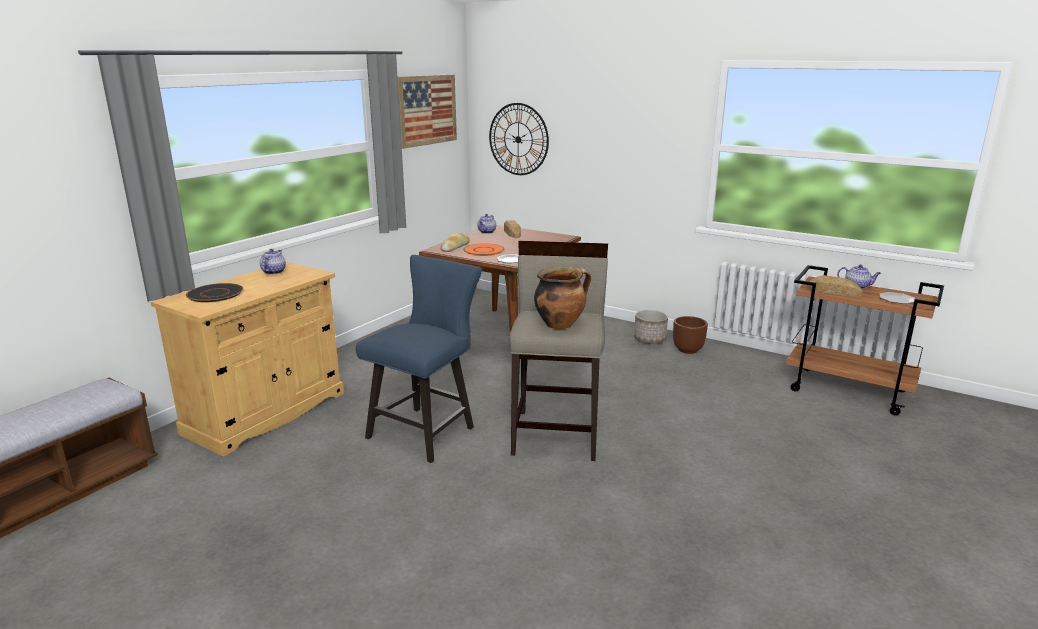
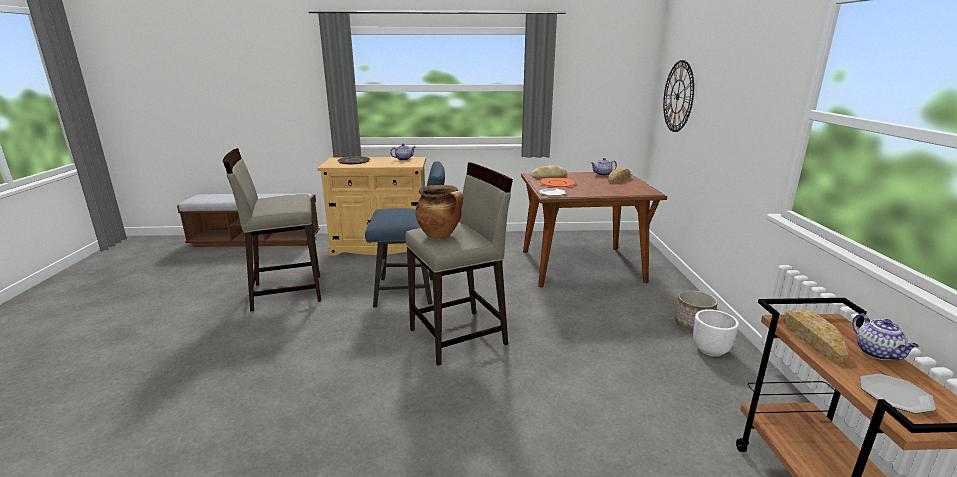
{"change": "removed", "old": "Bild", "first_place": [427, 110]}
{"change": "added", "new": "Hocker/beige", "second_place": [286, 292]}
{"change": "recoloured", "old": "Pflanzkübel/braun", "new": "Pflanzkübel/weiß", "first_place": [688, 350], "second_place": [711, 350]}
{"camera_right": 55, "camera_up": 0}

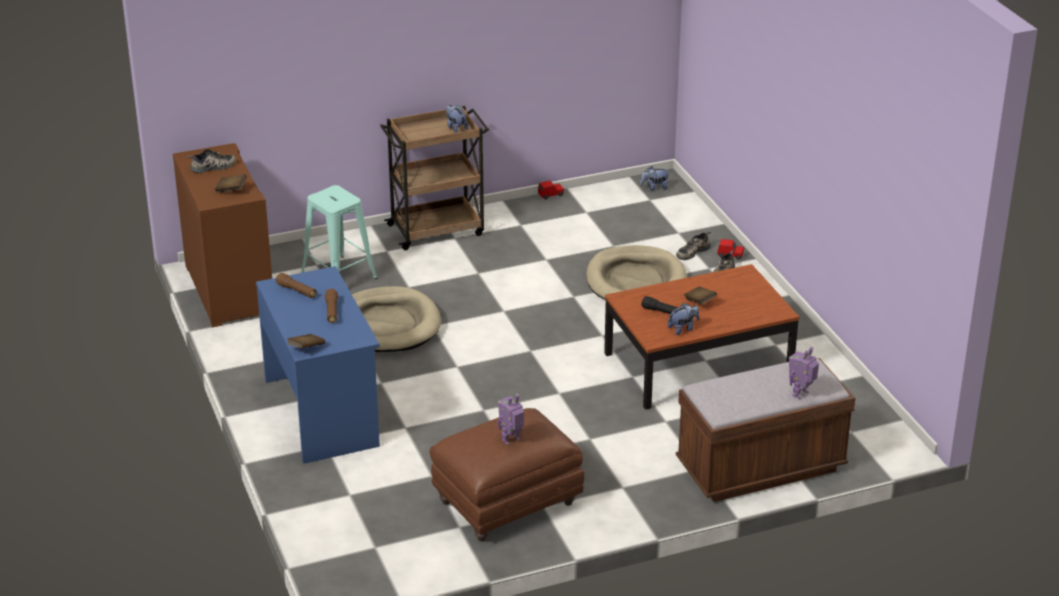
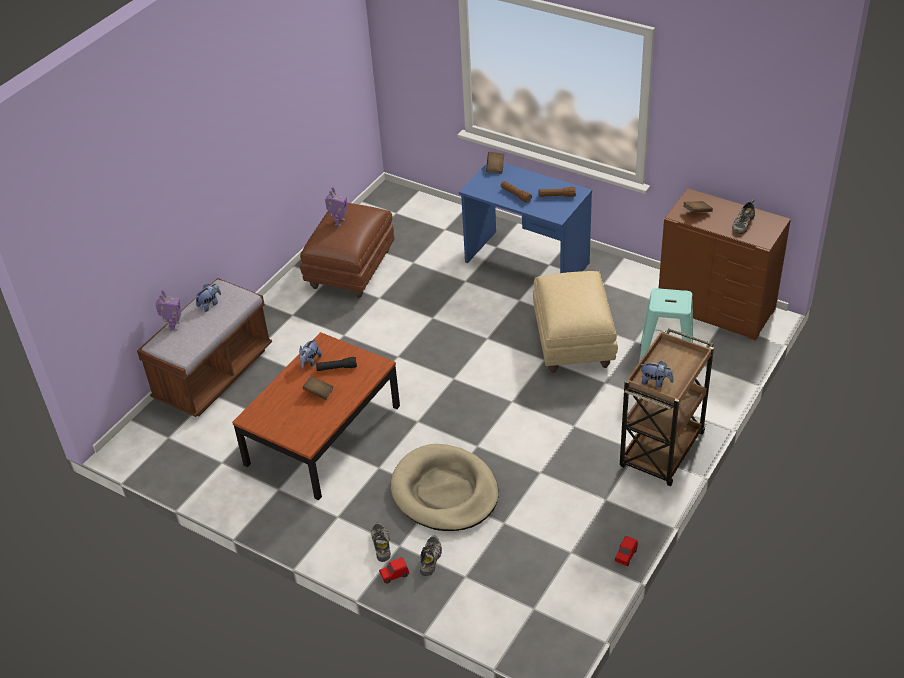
{"change": "moved", "old": "Plüschtier", "first_place": [654, 188], "second_place": [210, 304]}
{"change": "replaced", "old": "Hundebett/beige", "new": "Polsterhocker/beige", "first_place": [388, 325], "second_place": [574, 343]}
{"camera_right": 145, "camera_up": 10}

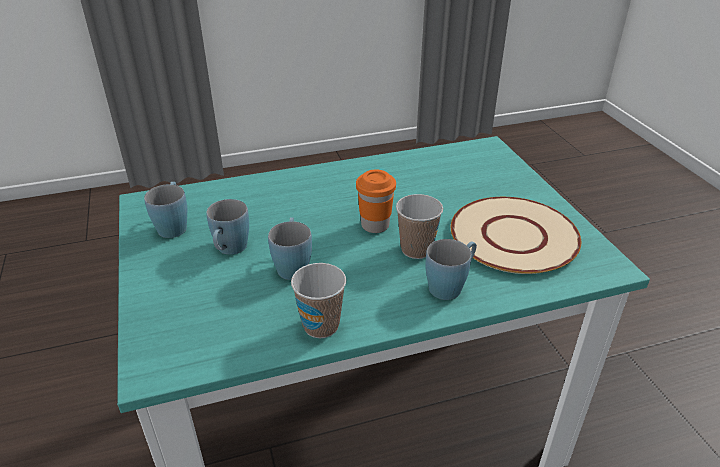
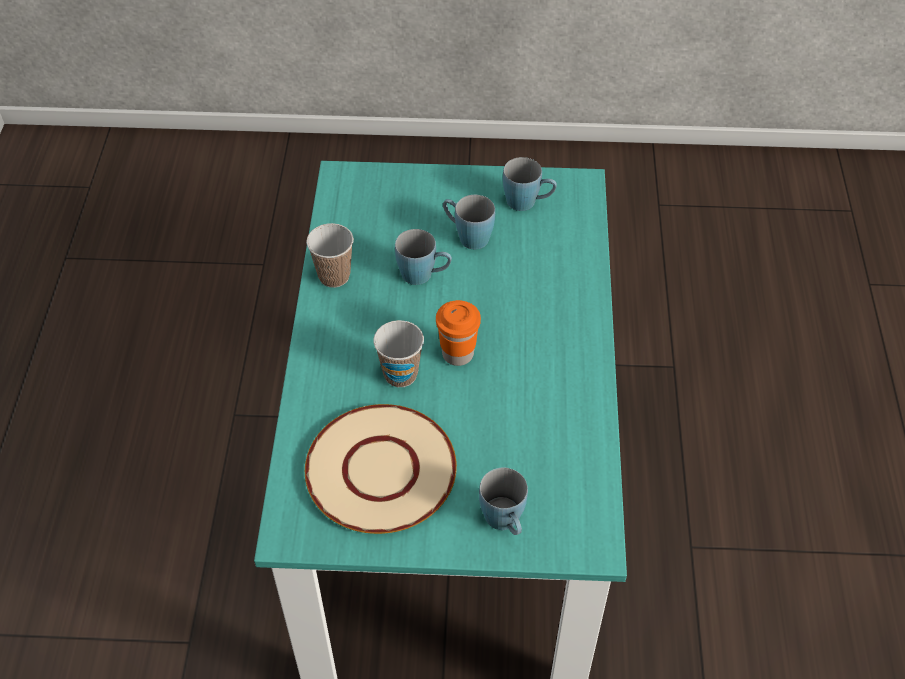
{"change": "moved", "old": "Henkelbecher/blau", "first_place": [450, 285], "second_place": [505, 522]}
{"camera_right": 110, "camera_up": 15}

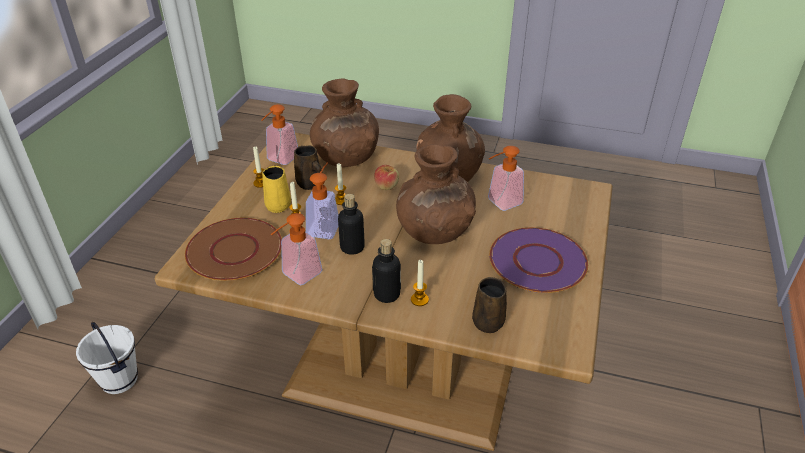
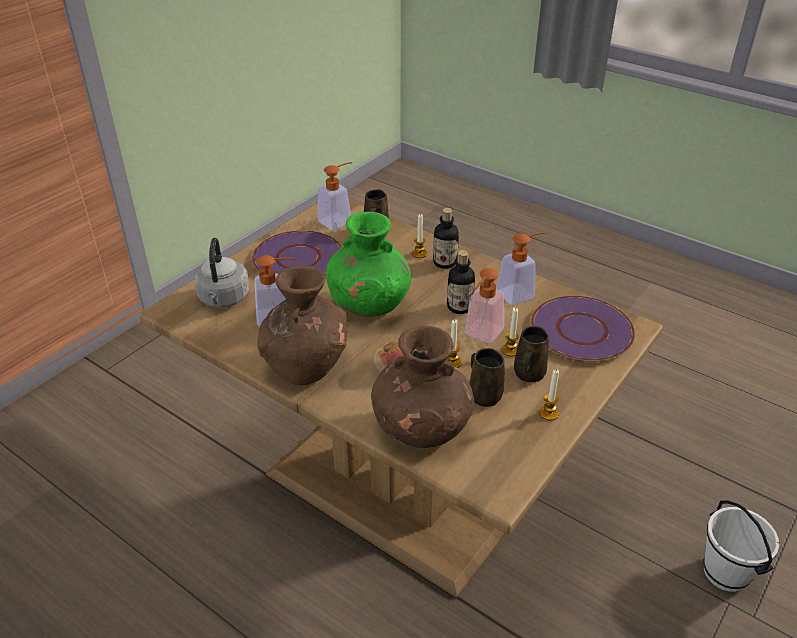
{"change": "added", "new": "Wasserkessel/grau", "second_place": [224, 299]}
{"change": "moved", "old": "Seifenspender", "first_place": [280, 160], "second_place": [339, 220]}
{"change": "recoloured", "old": "Teller/braun", "new": "Teller/lila", "first_place": [234, 250], "second_place": [582, 331]}
{"change": "recoloured", "old": "Henkelbecher/gelb", "new": "Henkelbecher/braun", "first_place": [279, 205], "second_place": [528, 374]}
{"change": "recoloured", "old": "Vase/braun", "new": "Vase/grün", "first_place": [434, 231], "second_place": [369, 304]}
{"camera_right": -160, "camera_up": 0}

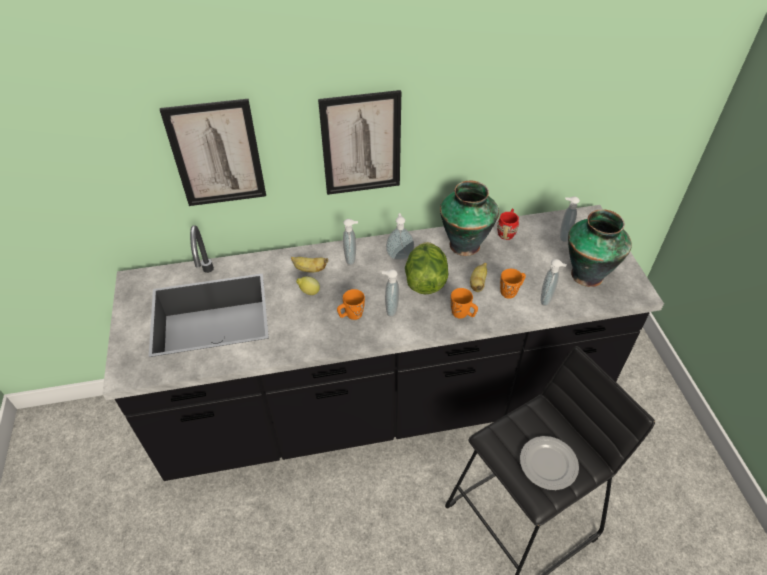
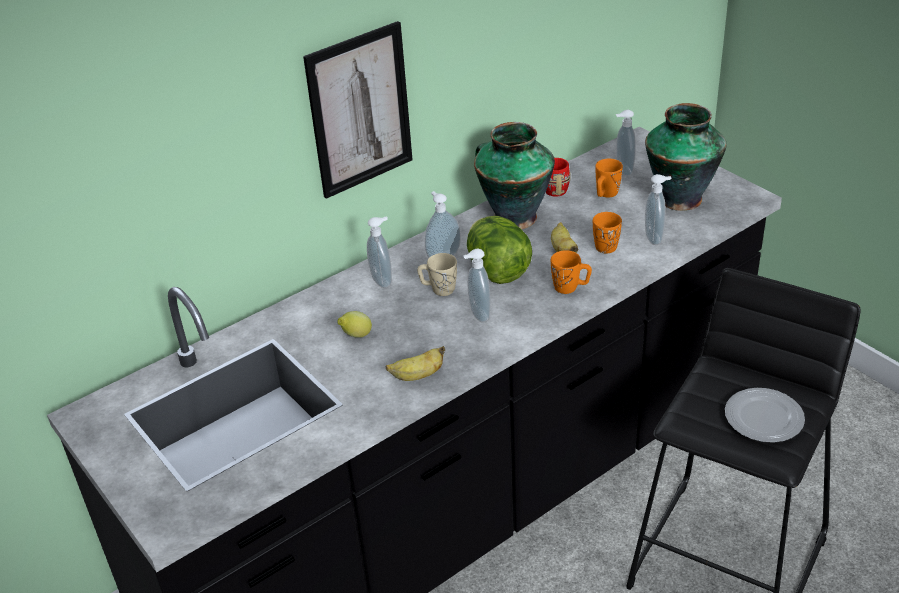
{"change": "removed", "old": "Bild", "first_place": [217, 154]}
{"change": "added", "new": "Henkelbecher/beige", "second_place": [438, 289]}
{"change": "moved", "old": "Banane", "first_place": [309, 269], "second_place": [417, 376]}
{"change": "moved", "old": "Henkelbecher/orange", "first_place": [351, 315], "second_place": [605, 194]}
{"camera_right": -25, "camera_up": -10}

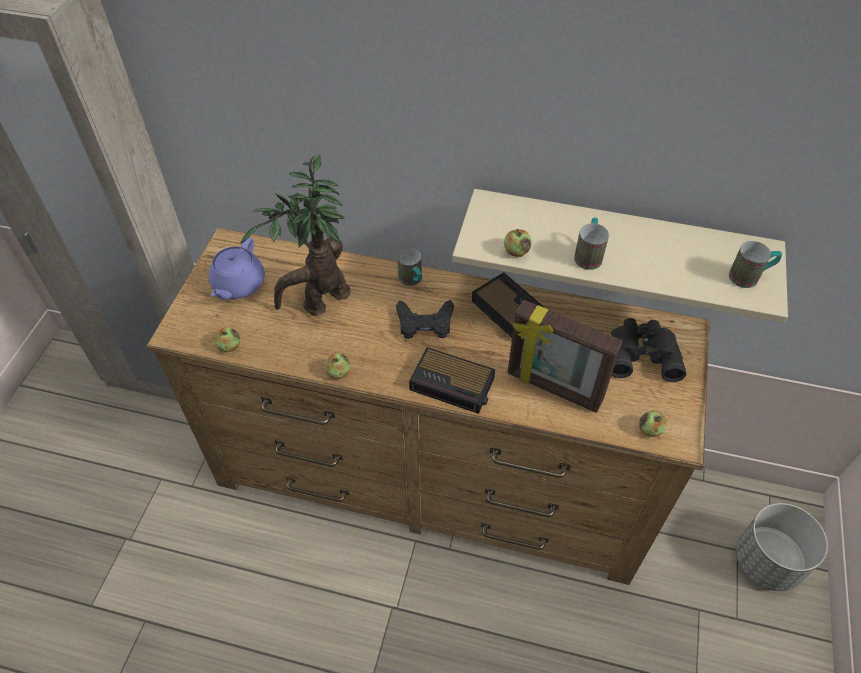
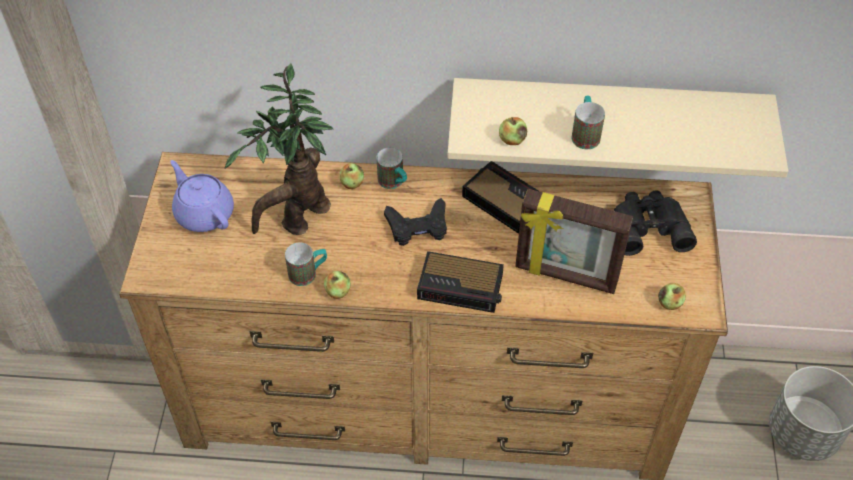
{"change": "moved", "old": "Apfel", "first_place": [229, 346], "second_place": [352, 183]}
{"change": "moved", "old": "Henkelbecher", "first_place": [749, 277], "second_place": [308, 273]}
{"change": "turned", "old": "Teekanne/lila", "first_place": [238, 285], "second_place": [204, 213], "degrees": 135}
{"camera_right": -10, "camera_up": 0}

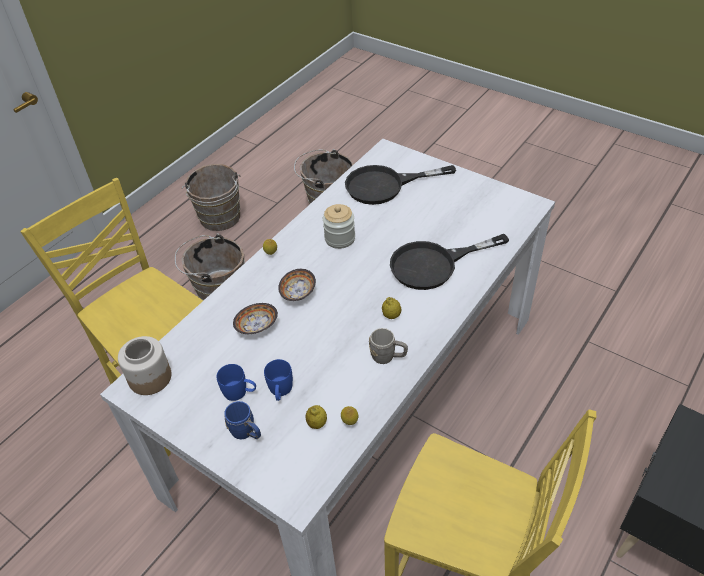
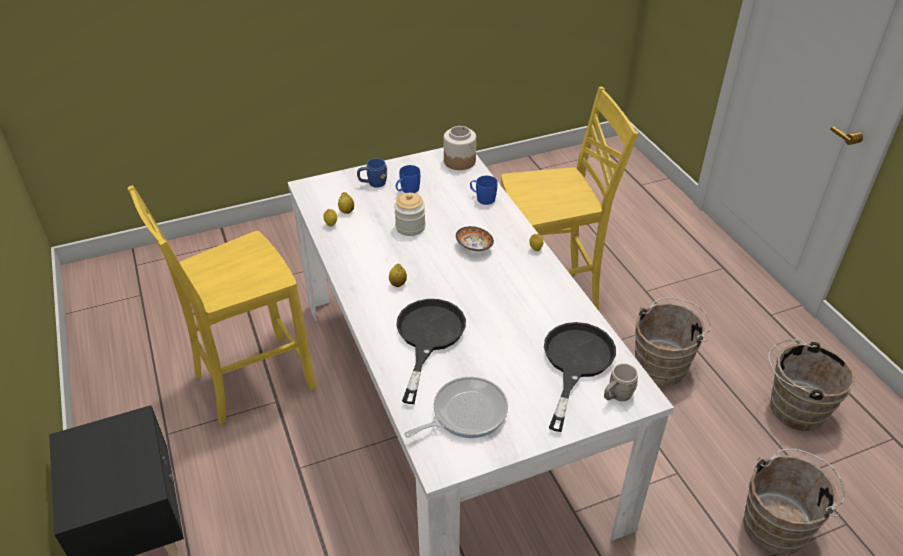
{"change": "removed", "old": "Schüssel", "first_place": [258, 326]}
{"change": "added", "new": "Pfanne", "second_place": [465, 413]}
{"change": "moved", "old": "Henkelbecher/blau", "first_place": [280, 391], "second_place": [482, 198]}
{"change": "moved", "old": "Vorratsglas", "first_place": [340, 238], "second_place": [410, 227]}
{"change": "moved", "old": "Henkelbecher/grau", "first_place": [388, 357], "second_place": [616, 396]}
{"camera_right": 120, "camera_up": -5}

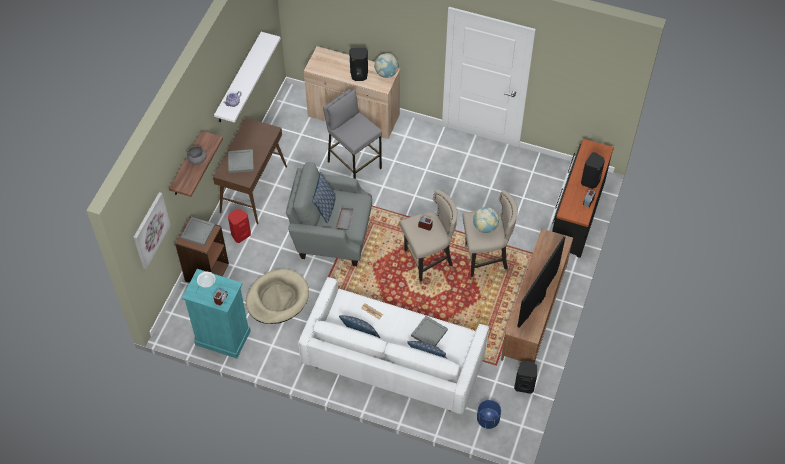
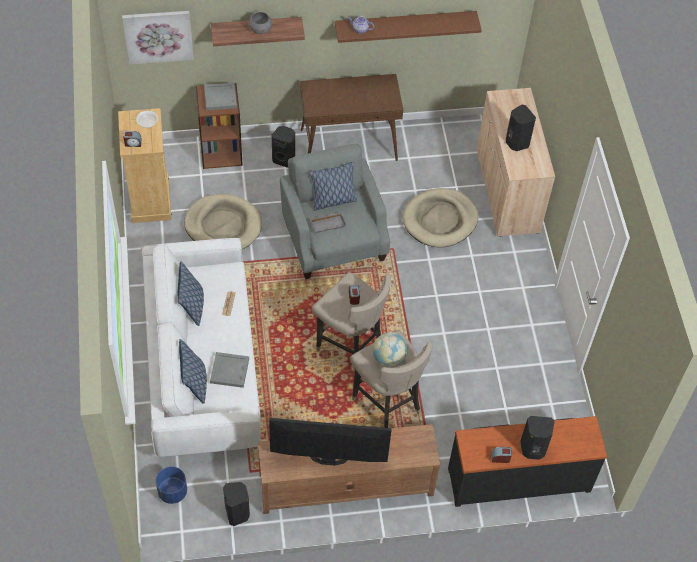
{"change": "removed", "old": "Tablett/grau", "first_place": [240, 161]}
{"change": "removed", "old": "Globus", "first_place": [386, 73]}
{"change": "replaced", "old": "Hocker/grau", "new": "Hundebett/beige", "first_place": [354, 165], "second_place": [440, 220]}
{"change": "recoloured", "old": "Kommode/türkis", "new": "Kommode/beige", "first_place": [222, 337], "second_place": [150, 200]}
{"change": "recoloured", "old": "Wandregal/weiß", "new": "Wandregal/braun", "first_place": [239, 78], "second_place": [405, 24]}
{"change": "recoloured", "old": "Lautsprecher/rot", "new": "Lautsprecher/schwarz", "first_place": [240, 234], "second_place": [284, 159]}
{"camera_right": 60, "camera_up": 0}

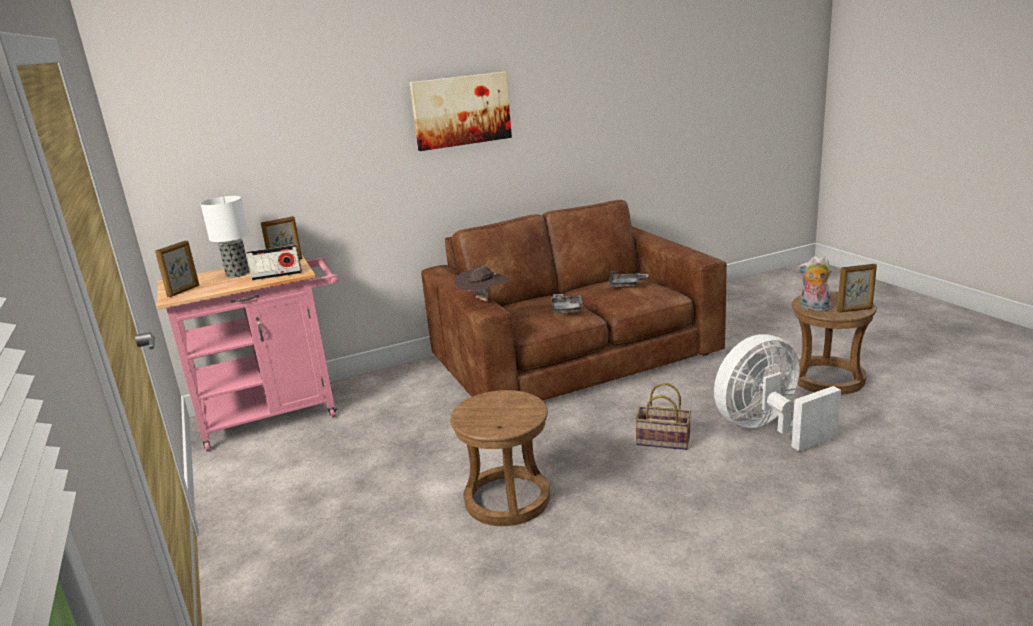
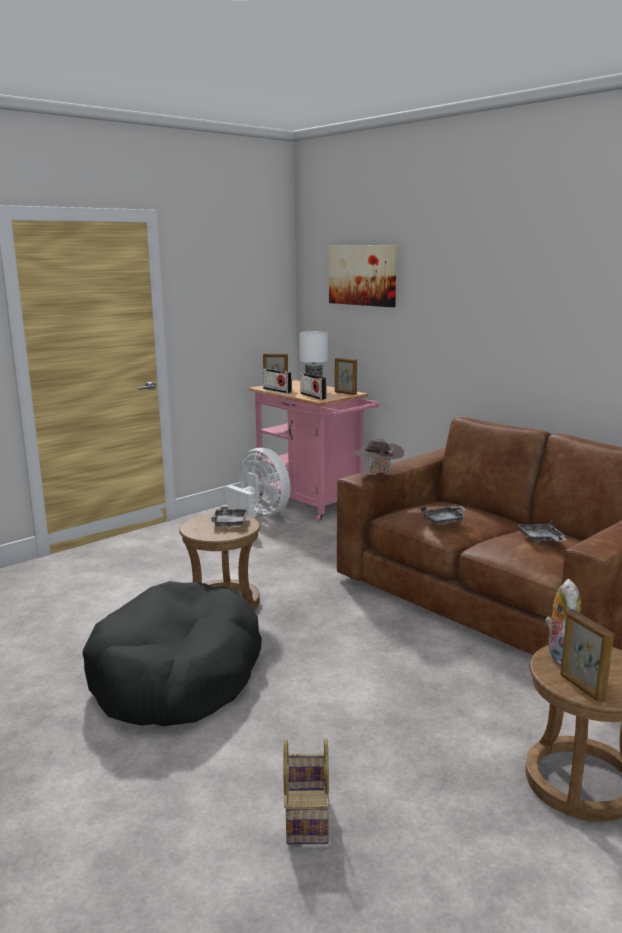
{"change": "added", "new": "Hundebett/schwarz", "second_place": [177, 675]}
{"change": "added", "new": "Tablett/grau", "second_place": [230, 522]}
{"change": "added", "new": "Radio", "second_place": [277, 390]}
{"change": "moved", "old": "Bild", "first_place": [461, 110], "second_place": [363, 275]}
{"change": "moved", "old": "Korb", "first_place": [661, 441], "second_place": [305, 815]}
{"change": "moved", "old": "Ventilator/weiß", "first_place": [767, 428], "second_place": [259, 516]}
{"camera_right": 70, "camera_up": -5}

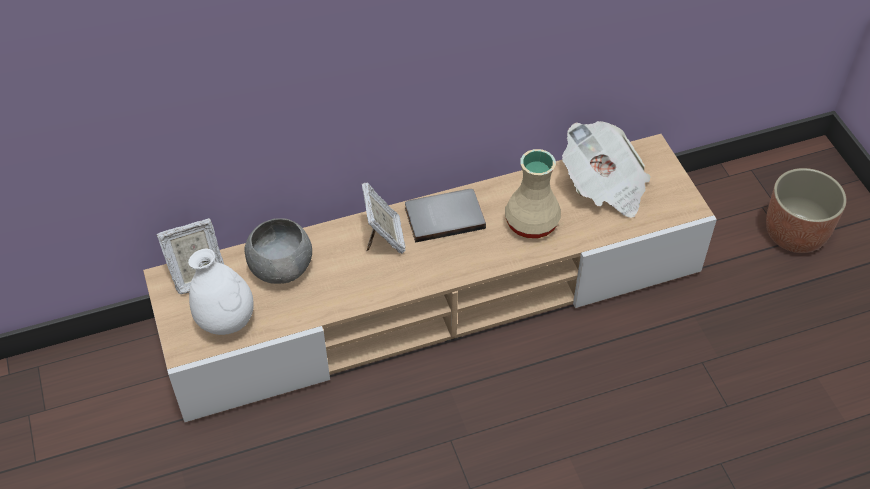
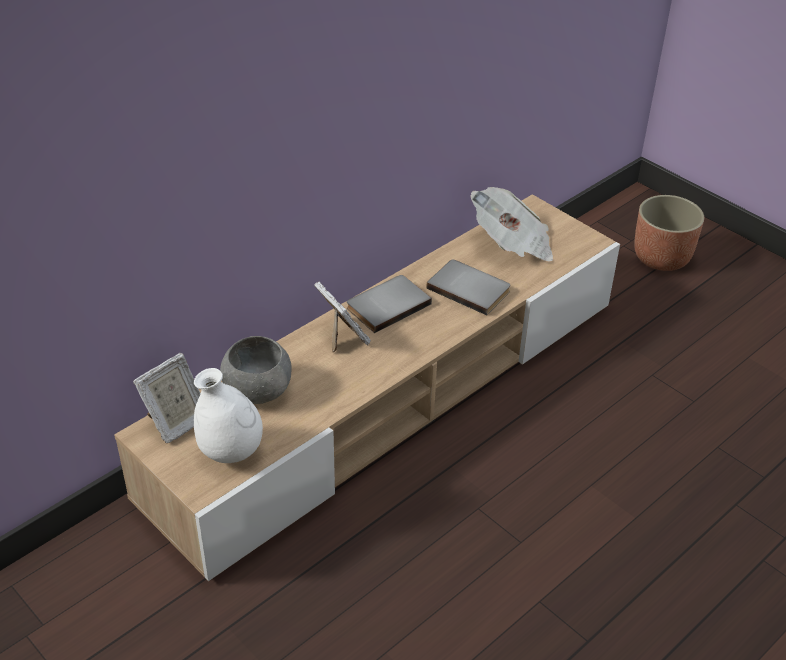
{"change": "replaced", "old": "Vase/beige", "new": "Buch/grau", "first_place": [533, 223], "second_place": [470, 288]}
{"camera_right": -25, "camera_up": -10}

